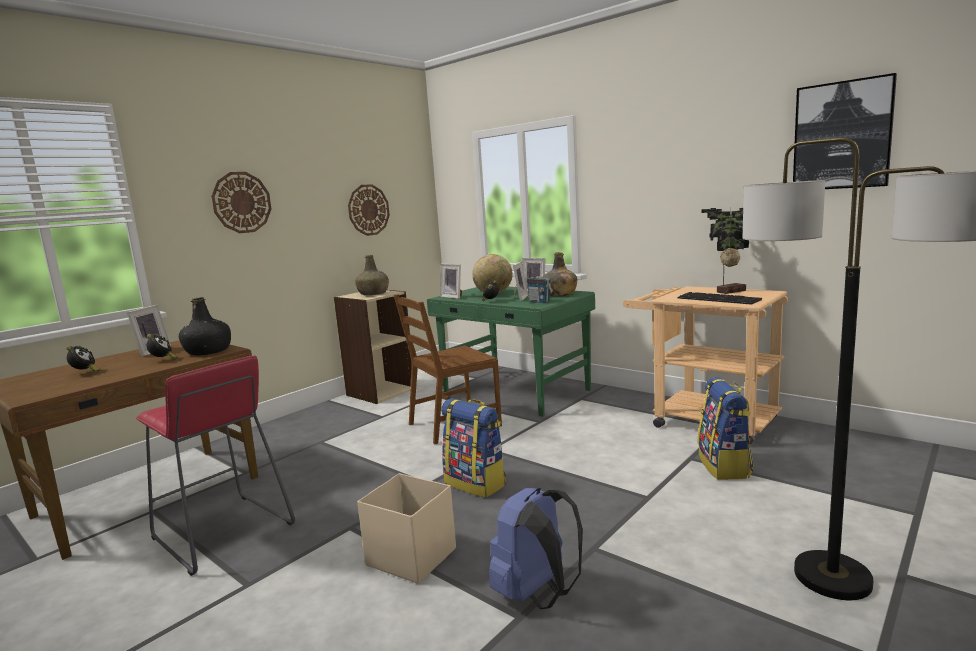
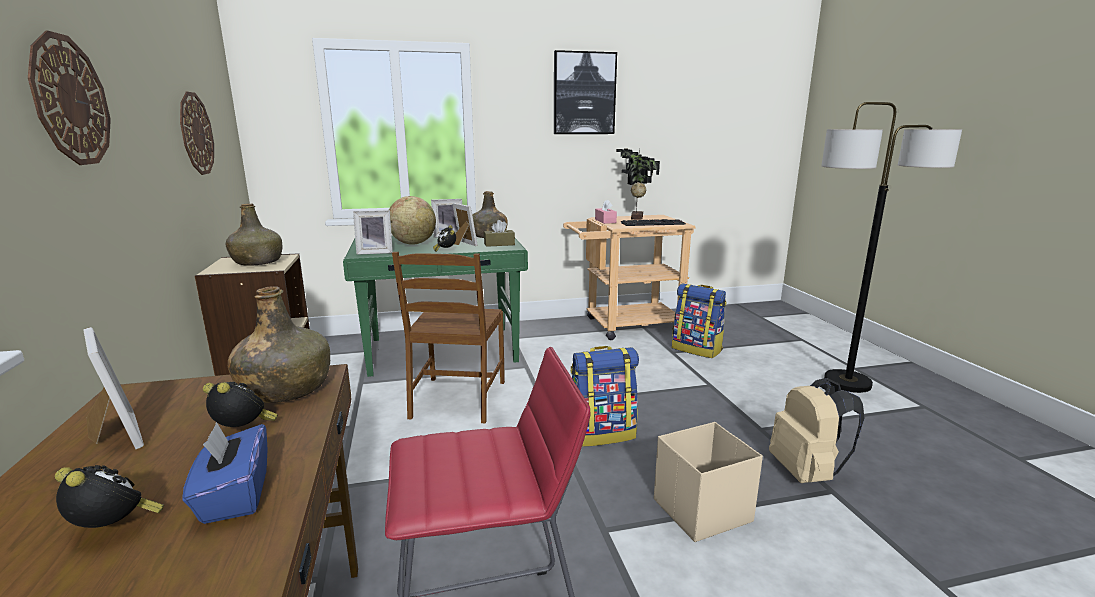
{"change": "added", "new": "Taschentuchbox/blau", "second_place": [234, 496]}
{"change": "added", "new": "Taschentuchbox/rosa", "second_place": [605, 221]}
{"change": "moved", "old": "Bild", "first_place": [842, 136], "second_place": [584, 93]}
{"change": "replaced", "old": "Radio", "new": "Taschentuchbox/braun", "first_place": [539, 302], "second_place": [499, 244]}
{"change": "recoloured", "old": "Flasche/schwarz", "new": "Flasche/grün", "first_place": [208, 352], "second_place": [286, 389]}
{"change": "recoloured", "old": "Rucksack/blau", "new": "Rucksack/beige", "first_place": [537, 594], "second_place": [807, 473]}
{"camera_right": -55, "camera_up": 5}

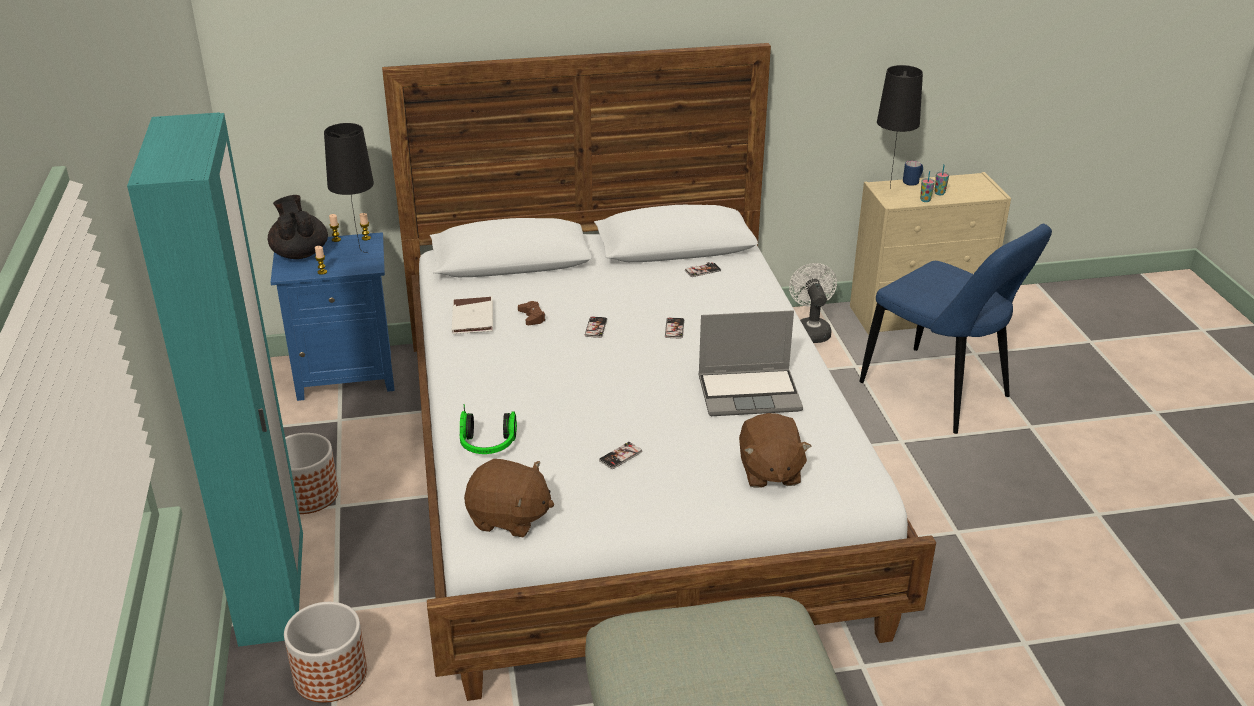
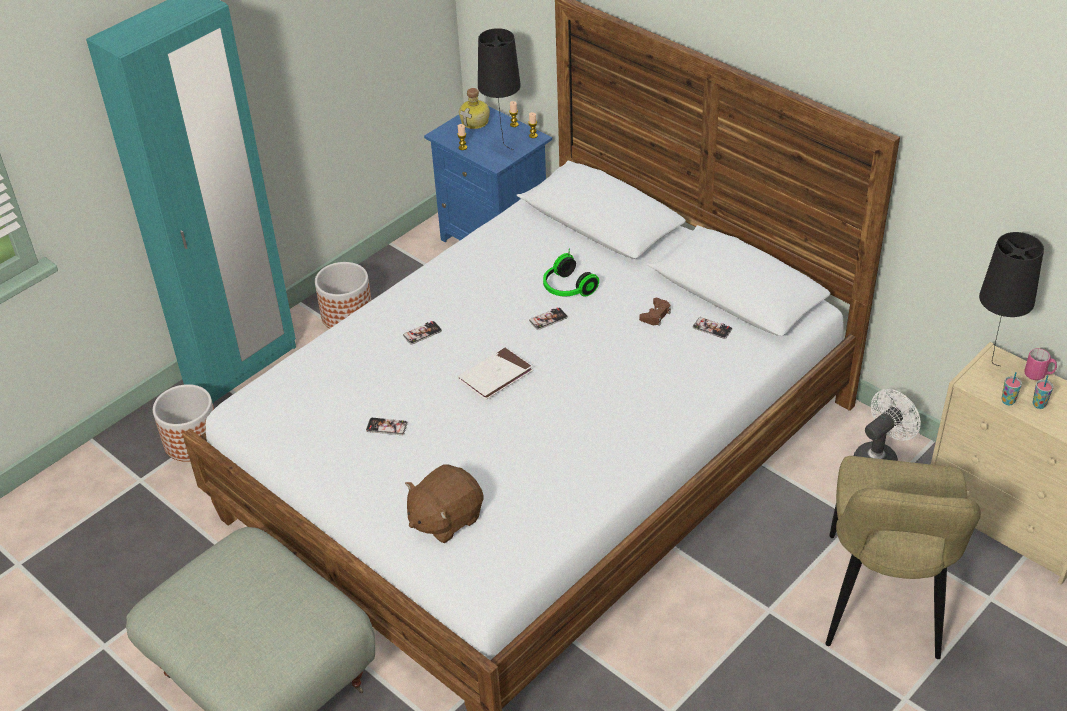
{"change": "removed", "old": "Plüschtier/braun", "first_place": [509, 518]}
{"change": "removed", "old": "Laptop", "first_place": [750, 393]}
{"change": "moved", "old": "Buch/weiß", "first_place": [472, 319], "second_place": [495, 376]}
{"change": "moved", "old": "Kopfhörer", "first_place": [487, 446], "second_place": [567, 288]}
{"change": "moved", "old": "Gamepad/braun", "first_place": [532, 317], "second_place": [656, 315]}
{"change": "moved", "old": "Handy", "first_place": [674, 328], "second_place": [422, 333]}
{"change": "replaced", "old": "Teekanne/schwarz", "new": "Flasche", "first_place": [300, 253], "second_place": [476, 122]}
{"change": "recoloured", "old": "Stuhl/blau", "new": "Stuhl/beige", "first_place": [940, 393], "second_place": [883, 603]}
{"change": "recoloured", "old": "Henkelbecher/blau", "new": "Henkelbecher/rosa", "first_place": [912, 182], "second_place": [1038, 375]}
{"camera_right": 55, "camera_up": 10}

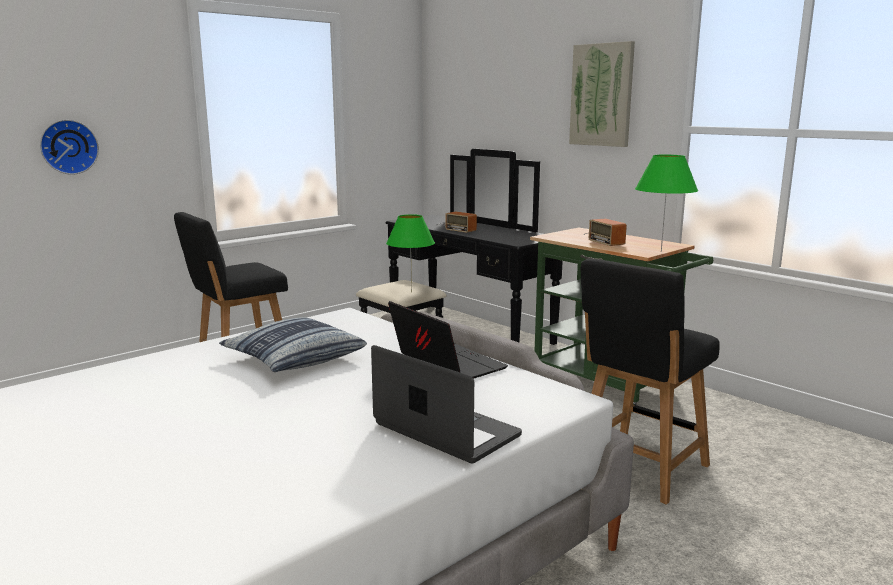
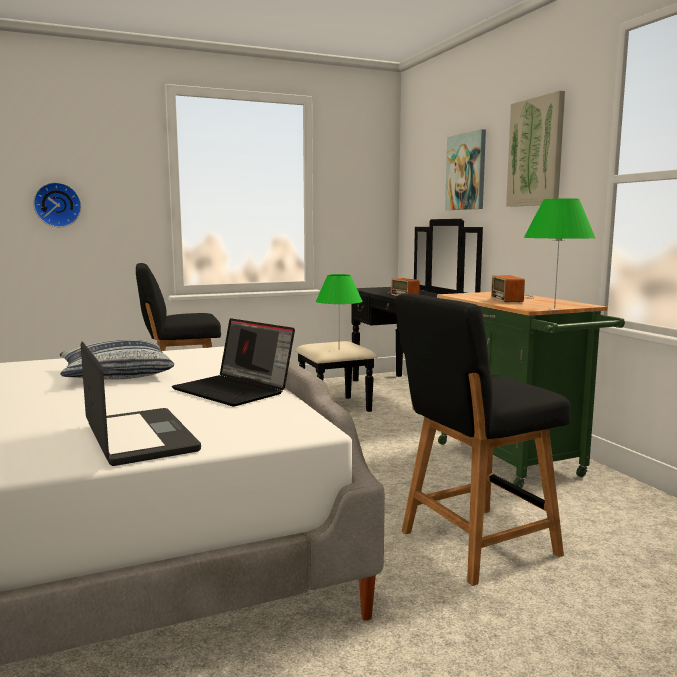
{"change": "added", "new": "Bild", "second_place": [466, 172]}
{"change": "turned", "old": "Laptop", "first_place": [445, 364], "second_place": [235, 390], "degrees": 150}
{"camera_right": 20, "camera_up": -5}

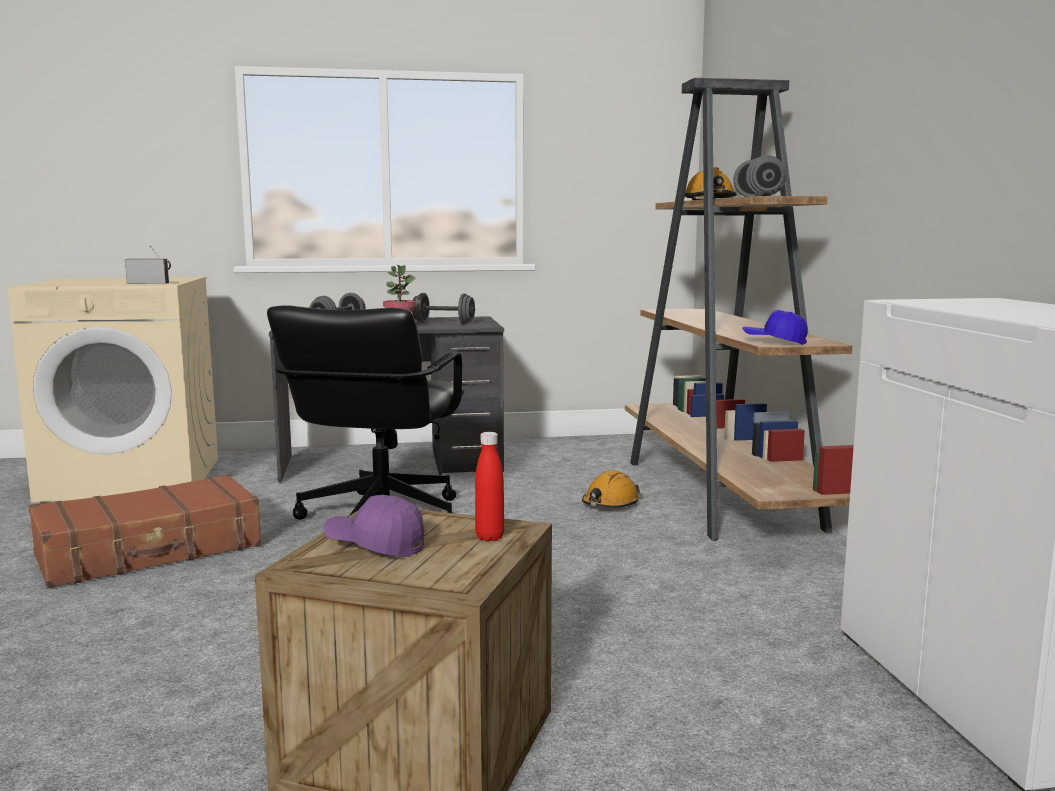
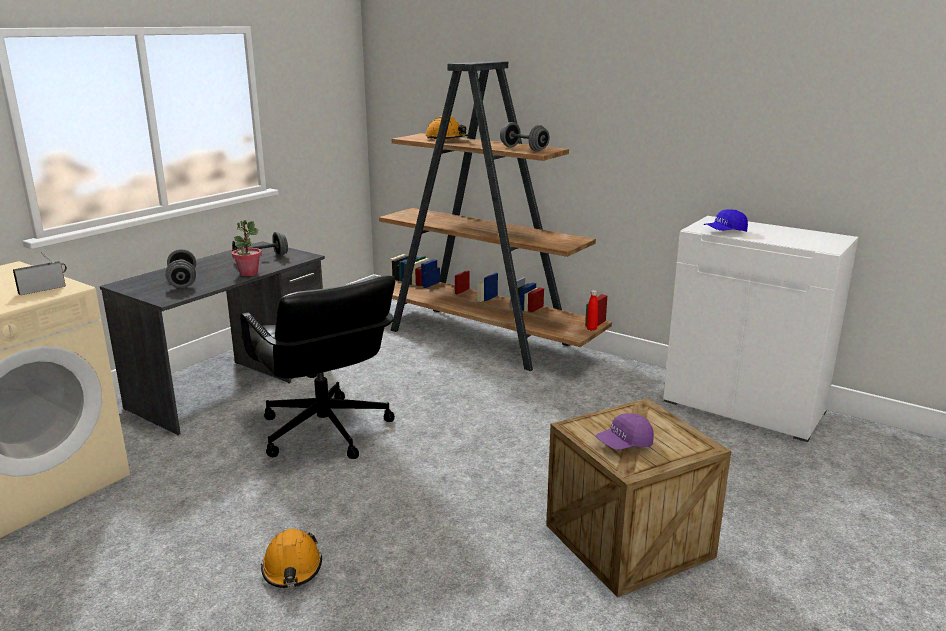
{"change": "removed", "old": "Koffer/braun", "first_place": [150, 551]}
{"change": "moved", "old": "Flasche/rot", "first_place": [489, 537], "second_place": [591, 329]}
{"change": "moved", "old": "Schutzhelm/orange", "first_place": [610, 504], "second_place": [292, 568]}
{"change": "moved", "old": "Kappe/blau", "first_place": [774, 342], "second_place": [725, 232]}
{"camera_right": -45, "camera_up": 10}

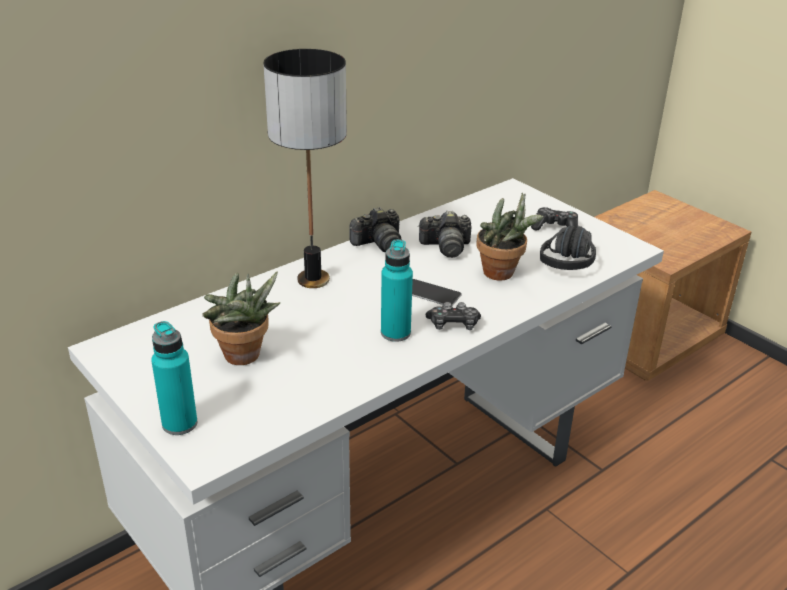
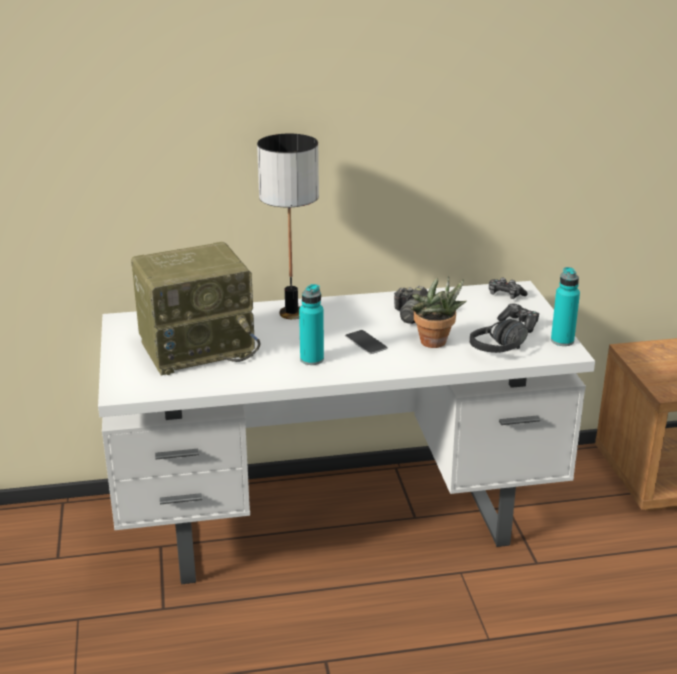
{"change": "removed", "old": "Kamera", "first_place": [379, 244]}
{"change": "moved", "old": "Flasche/türkis", "first_place": [179, 423], "second_place": [562, 341]}
{"change": "moved", "old": "Gamepad", "first_place": [453, 324], "second_place": [505, 295]}
{"change": "replaced", "old": "Topfpflanze", "new": "Radio", "first_place": [244, 358], "second_place": [198, 347]}
{"camera_right": 30, "camera_up": -5}

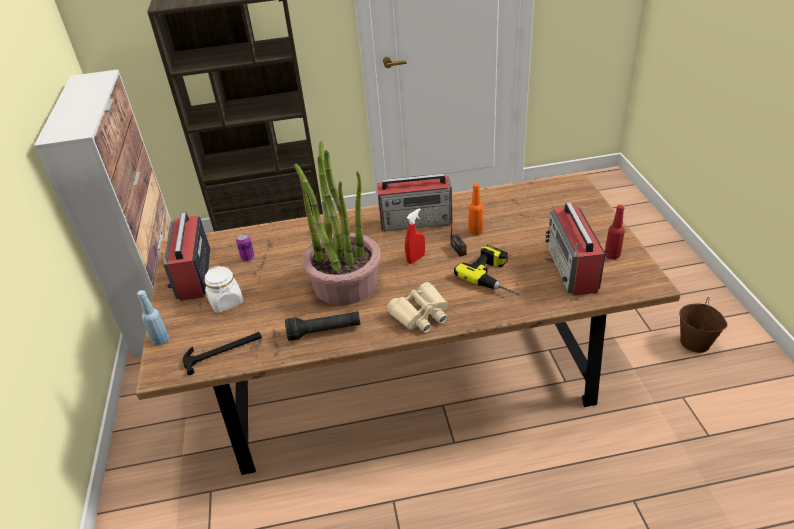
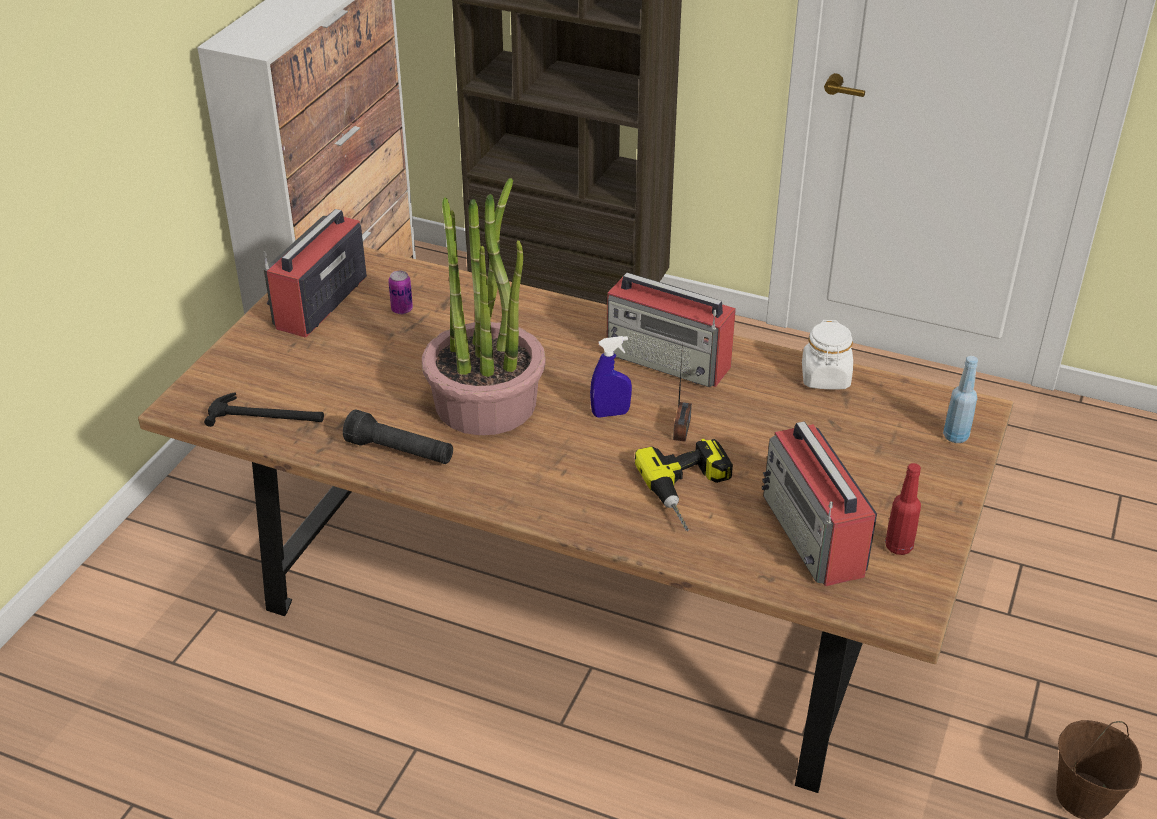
{"change": "removed", "old": "Fernglas/beige", "first_place": [420, 314]}
{"change": "removed", "old": "Flasche/orange", "first_place": [475, 231]}
{"change": "moved", "old": "Flasche/blau", "first_place": [160, 340], "second_place": [955, 436]}
{"change": "moved", "old": "Vorratsglas/weiß", "first_place": [226, 302], "second_place": [825, 378]}
{"change": "recoloured", "old": "Sprühflasche/rot", "new": "Sprühflasche/blau", "first_place": [415, 258], "second_place": [610, 413]}
{"change": "turned", "old": "Radio", "first_place": [572, 269], "second_place": [814, 536], "degrees": -45}
{"camera_right": 30, "camera_up": 0}

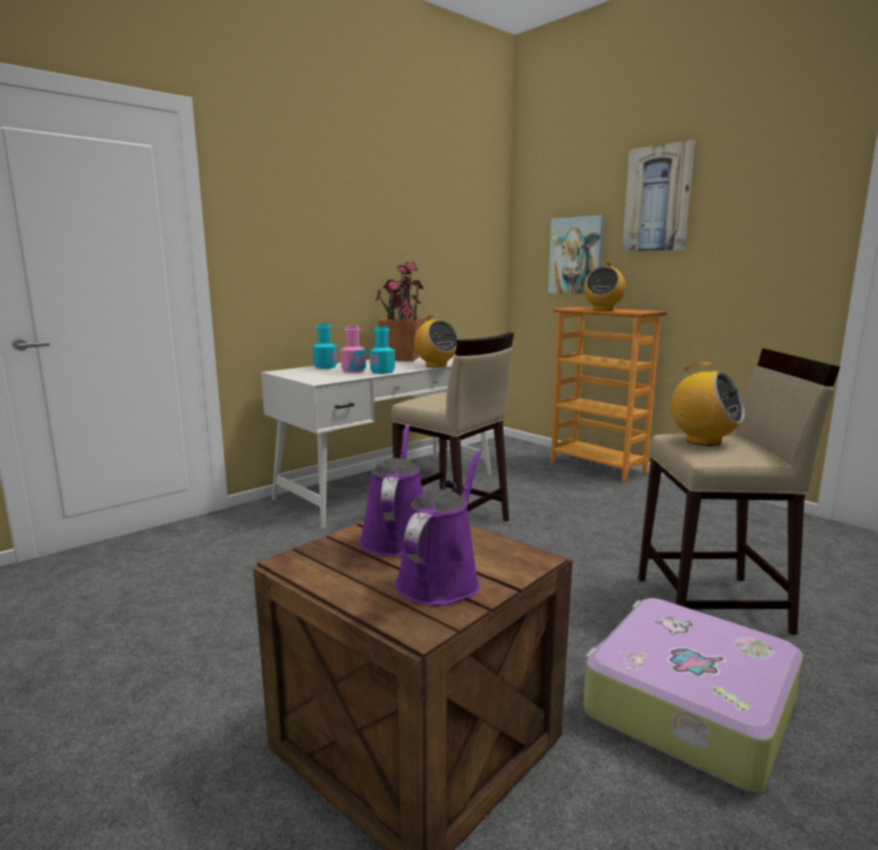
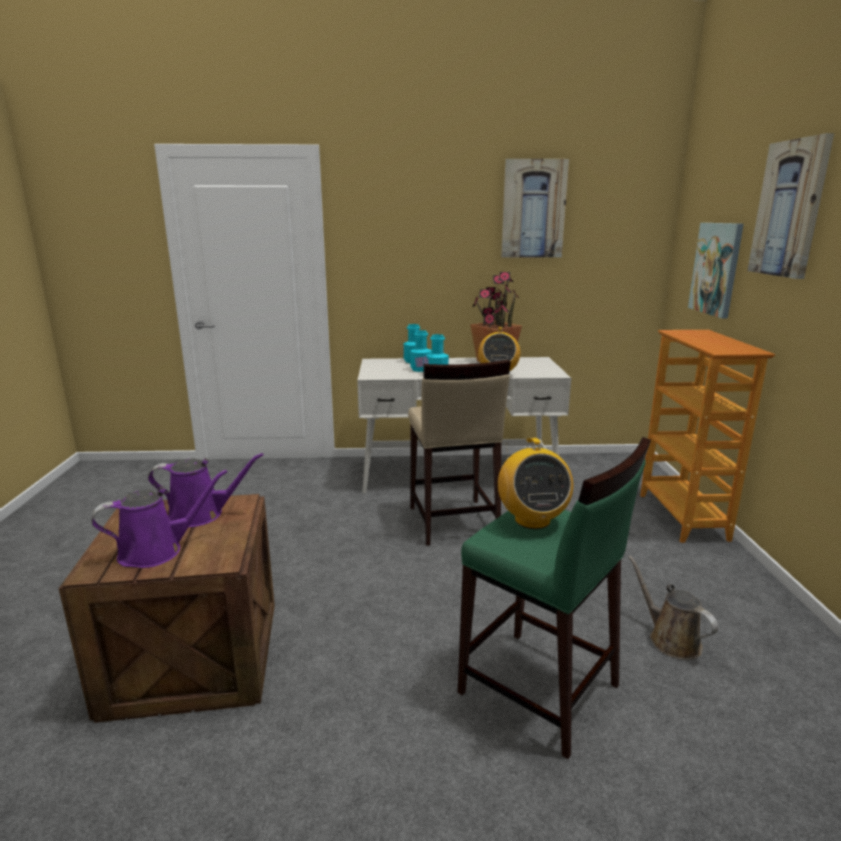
{"change": "removed", "old": "Radio", "first_place": [602, 309]}
{"change": "removed", "old": "Koffer", "first_place": [686, 707]}
{"change": "added", "new": "Bild", "second_place": [533, 209]}
{"change": "added", "new": "Gießkanne/braun", "second_place": [670, 639]}
{"change": "recoloured", "old": "Flasche/rosa", "new": "Flasche/türkis", "first_place": [353, 371], "second_place": [421, 369]}
{"change": "recoloured", "old": "Hocker/beige", "new": "Hocker/grün", "first_place": [713, 605], "second_place": [539, 690]}
{"change": "turned", "old": "Gießkanne/lila", "first_place": [396, 537], "second_place": [201, 514], "degrees": 45}
{"camera_right": 40, "camera_up": 5}

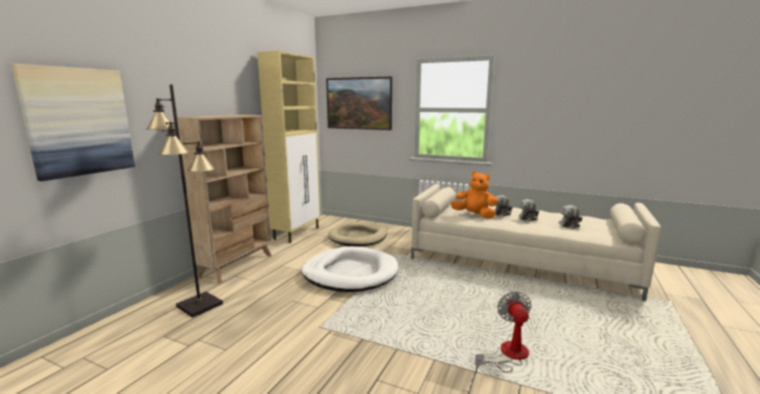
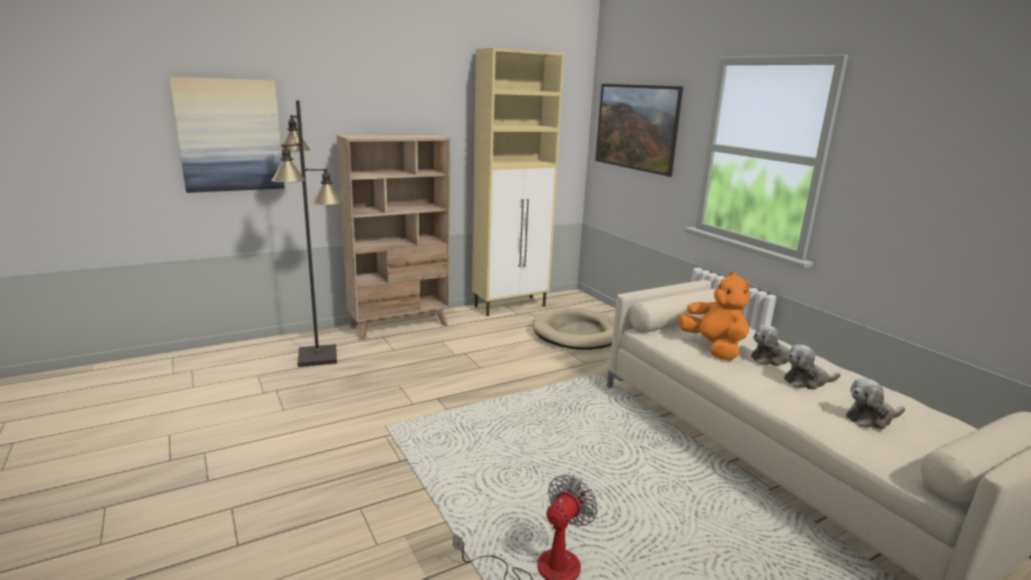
{"change": "removed", "old": "Hundebett/weiß", "first_place": [350, 273]}
{"camera_right": 35, "camera_up": 5}

